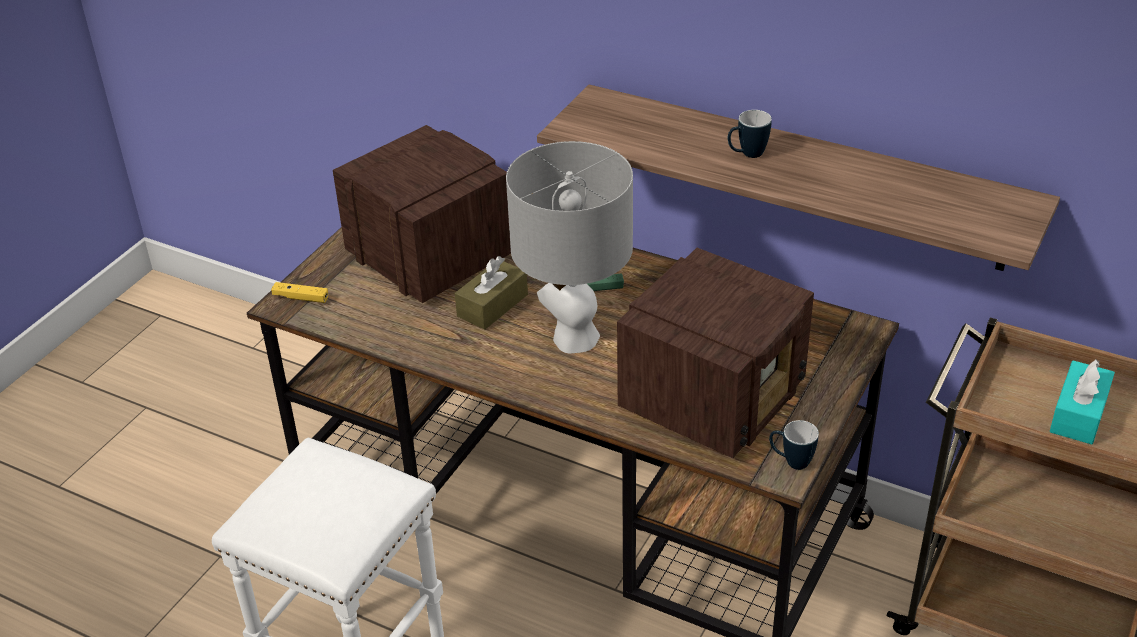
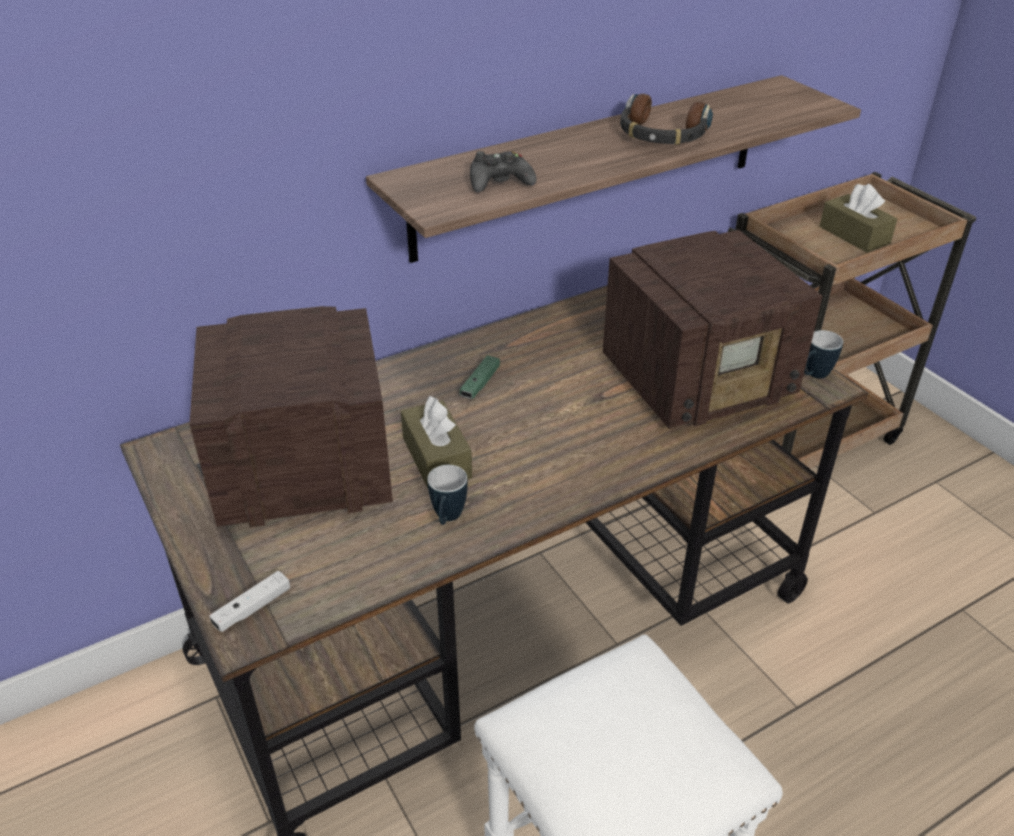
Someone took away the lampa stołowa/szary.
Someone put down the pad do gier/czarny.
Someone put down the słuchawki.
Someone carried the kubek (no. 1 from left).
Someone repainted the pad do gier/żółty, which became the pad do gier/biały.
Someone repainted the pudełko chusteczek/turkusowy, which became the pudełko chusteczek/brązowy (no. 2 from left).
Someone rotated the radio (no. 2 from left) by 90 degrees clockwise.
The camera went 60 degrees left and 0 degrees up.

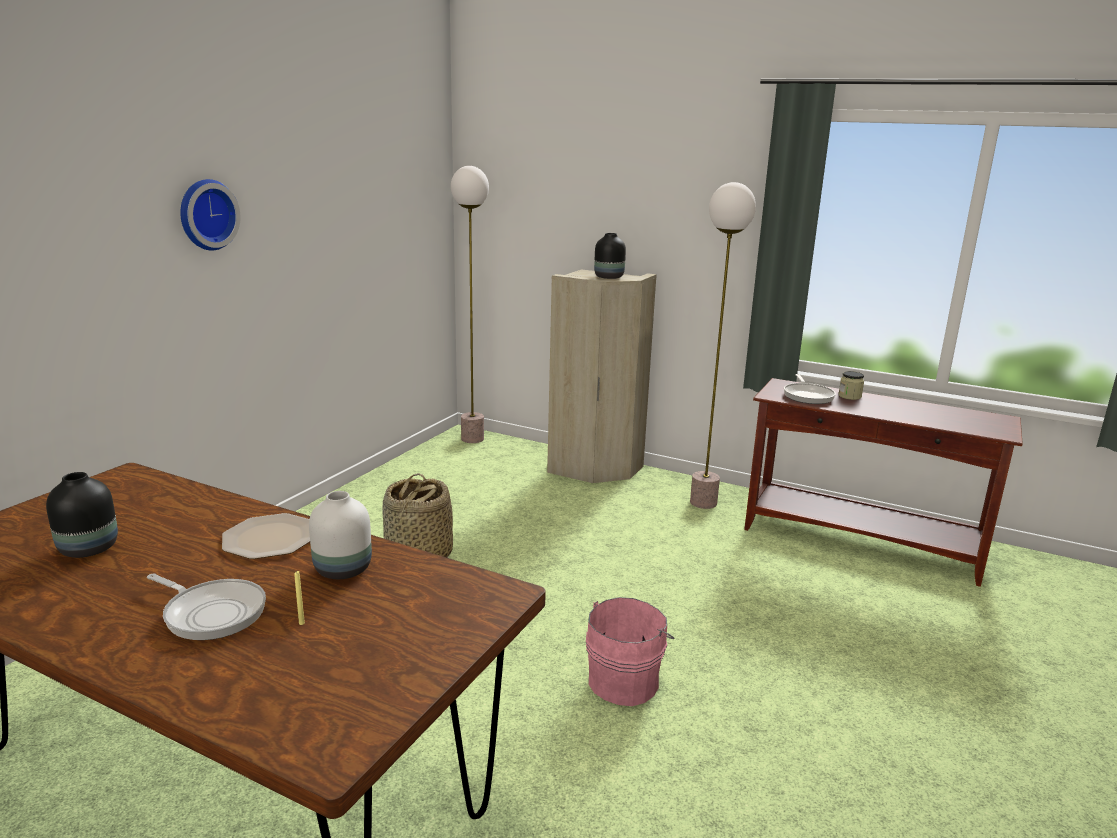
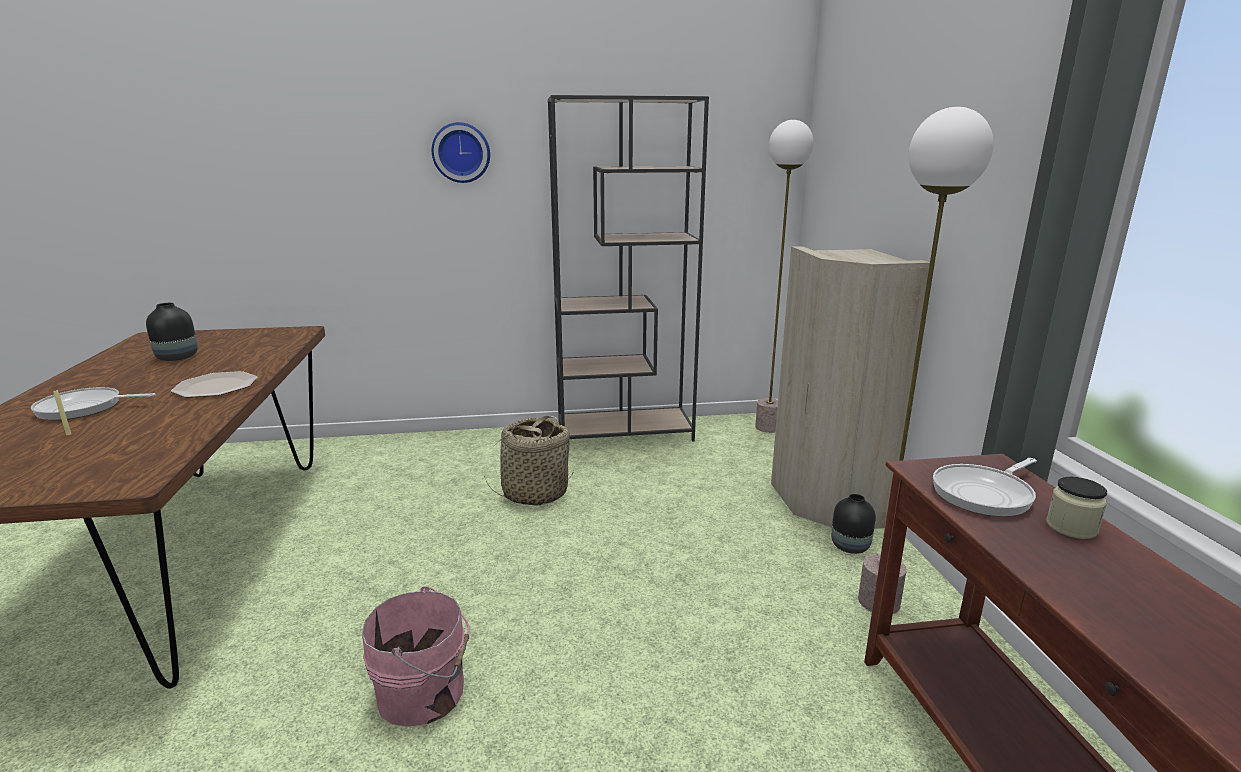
Someone took away the wazon/biały.
Someone put down the regał.
Someone carried the wazon/czarny (no. 2 from left).
Someone rotated the patelnia (no. 1 from left) by 90 degrees clockwise.
The camera went 55 degrees right and 0 degrees up.

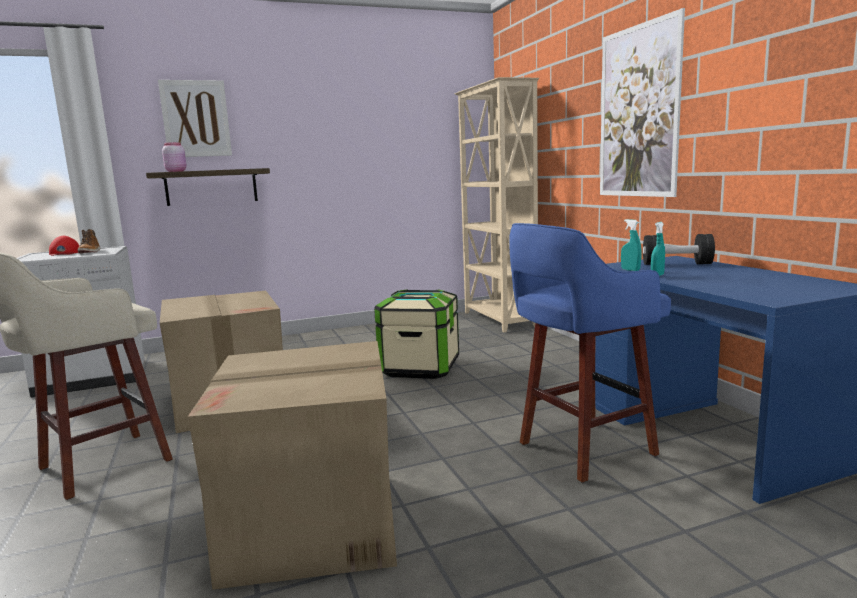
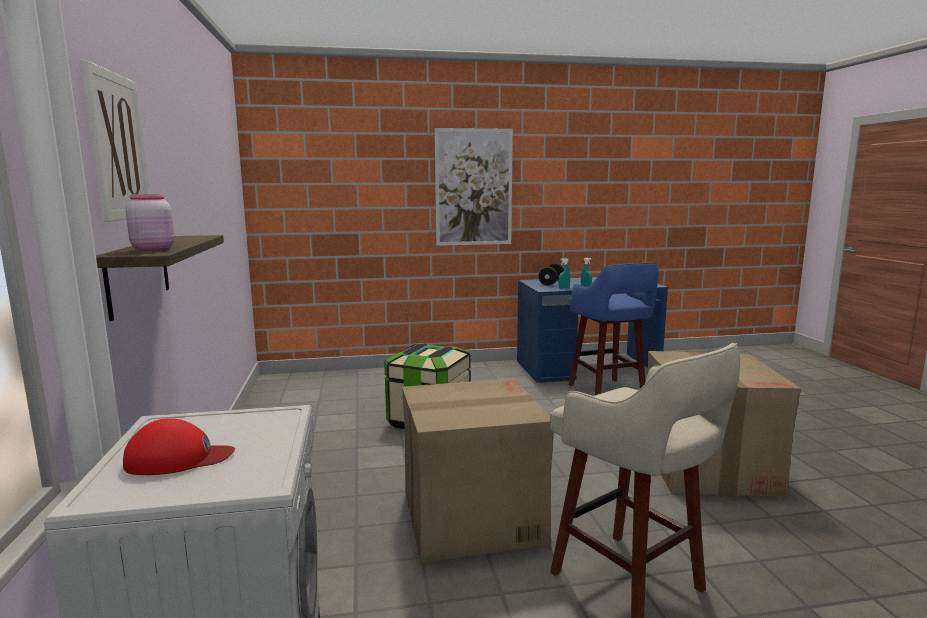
Someone took away the but z cholewką.
Someone took away the regał/beżowy.
The camera went 80 degrees left and 0 degrees up.

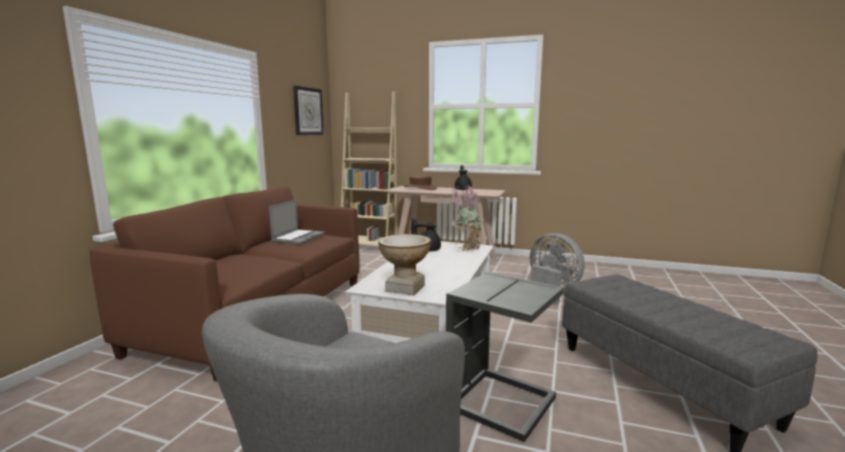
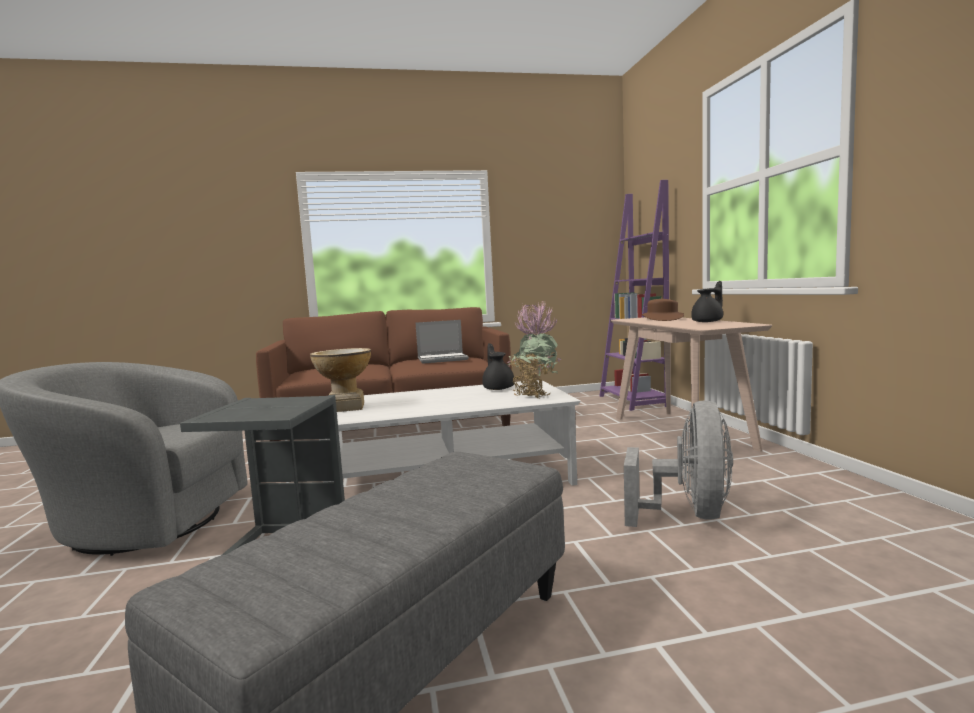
Someone took away the zegar ścienny.
Someone repainted the regał/beżowy, which became the regał/fioletowy.
The camera went 60 degrees right and 5 degrees down.

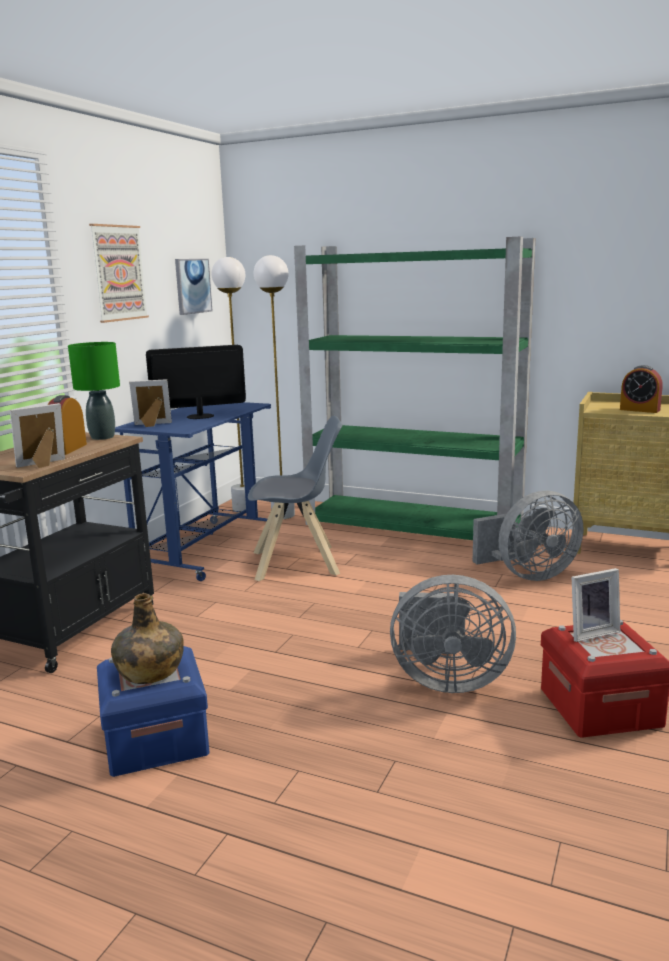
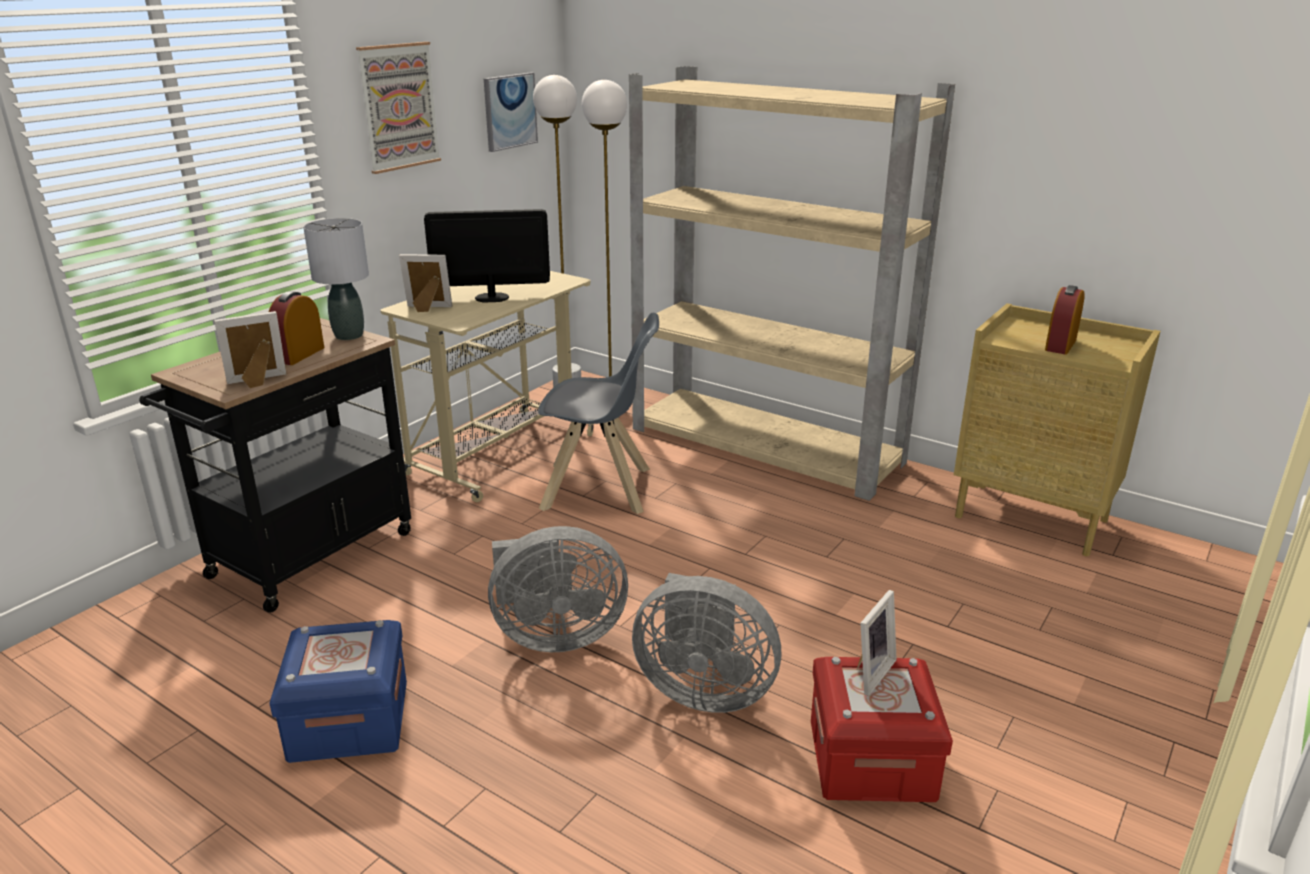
Someone took away the butelka/zielony.
Someone carried the wentylator/szary (no. 2 from left in the first image).
Someone repainted the lampa stołowa/zielony, which became the lampa stołowa/szary.
Someone repainted the biurko/niebieski, which became the biurko/beżowy.
Someone repainted the regał/zielony, which became the regał/beżowy.
Someone rotated the ramka na zdjęcie (no. 3 from left) by 45 degrees counterclockwise.
Someone rotated the budzik (no. 2 from left) by 75 degrees clockwise.
The camera went 10 degrees right and 10 degrees up.

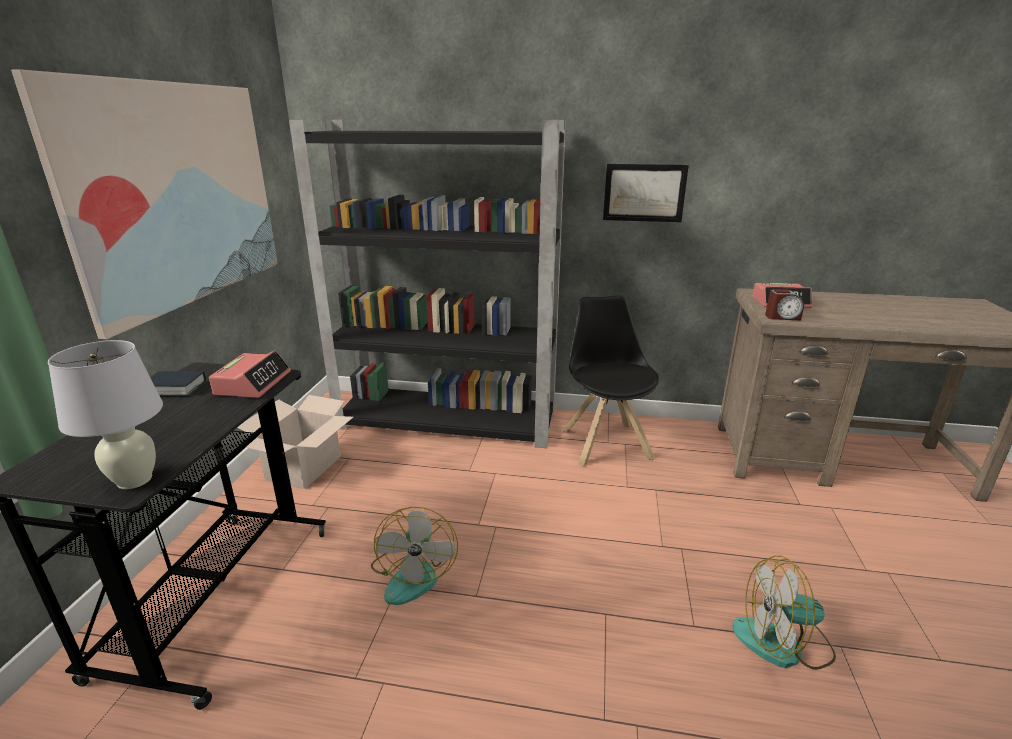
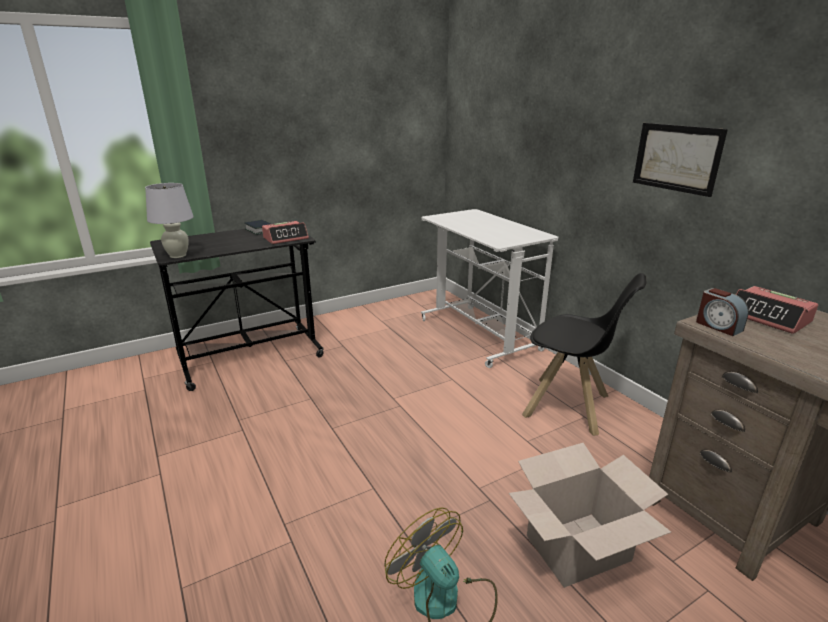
Someone took away the obraz (no. 1 from left).
Someone took away the wentylator (no. 1 from left).
Someone carried the karton.
Someone swapped the regał/czarny for the biurko/biały.
Someone rotated the krzesło/czarny by 75 degrees clockwise.
The camera went 50 degrees right and 0 degrees up.

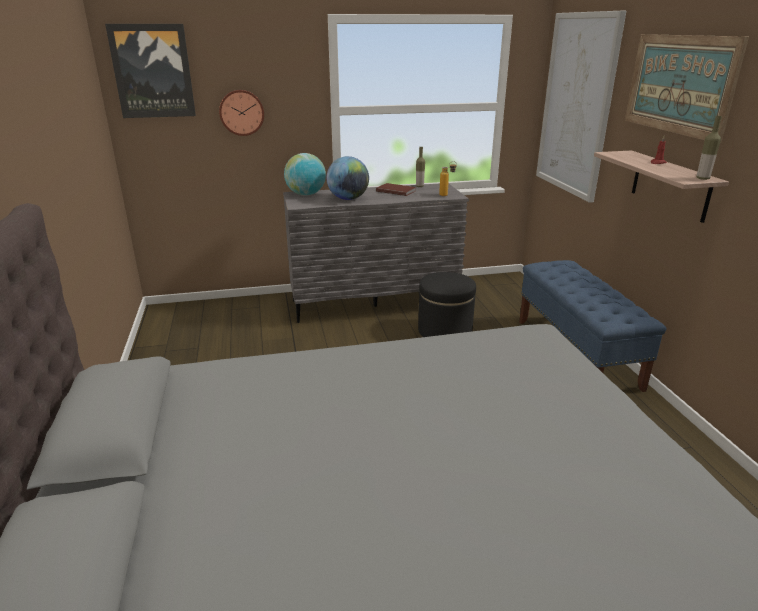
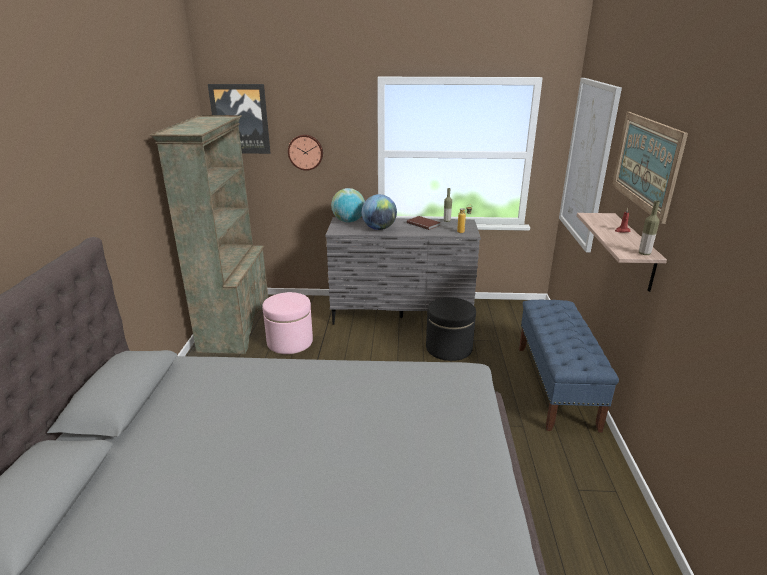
Someone put down the regał/zielony.
Someone put down the pufa/różowy.
The camera went 15 degrees right and 0 degrees up.

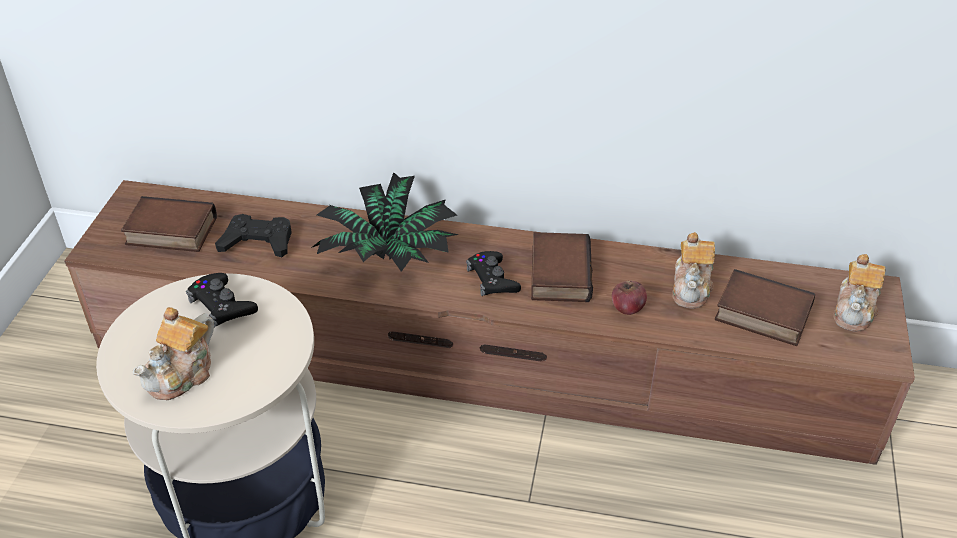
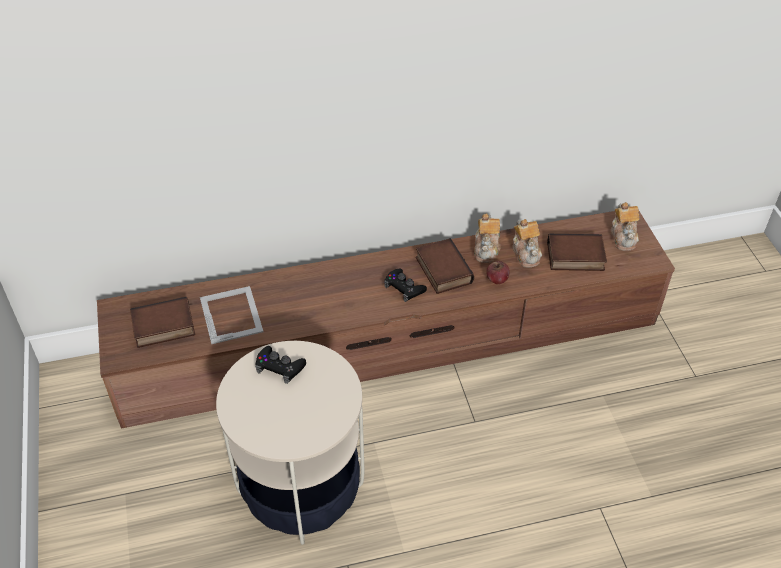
Someone took away the roślina doniczkowa.
Someone carried the imbryk (no. 1 from left).
Someone swapped the pad do gier/czarny (no. 2 from left) for the ramka na zdjęcie.
The camera went 25 degrees left and 5 degrees up.

